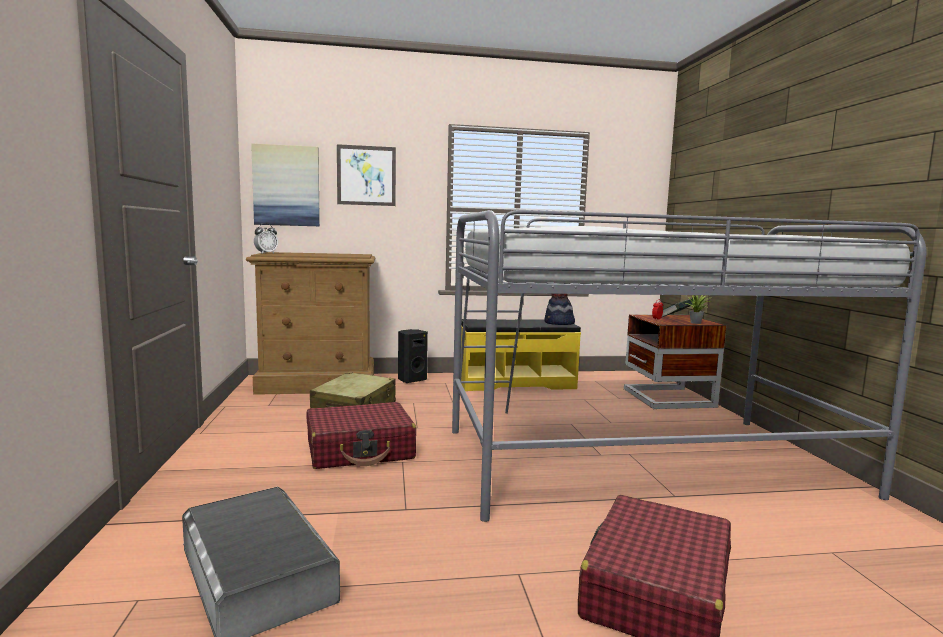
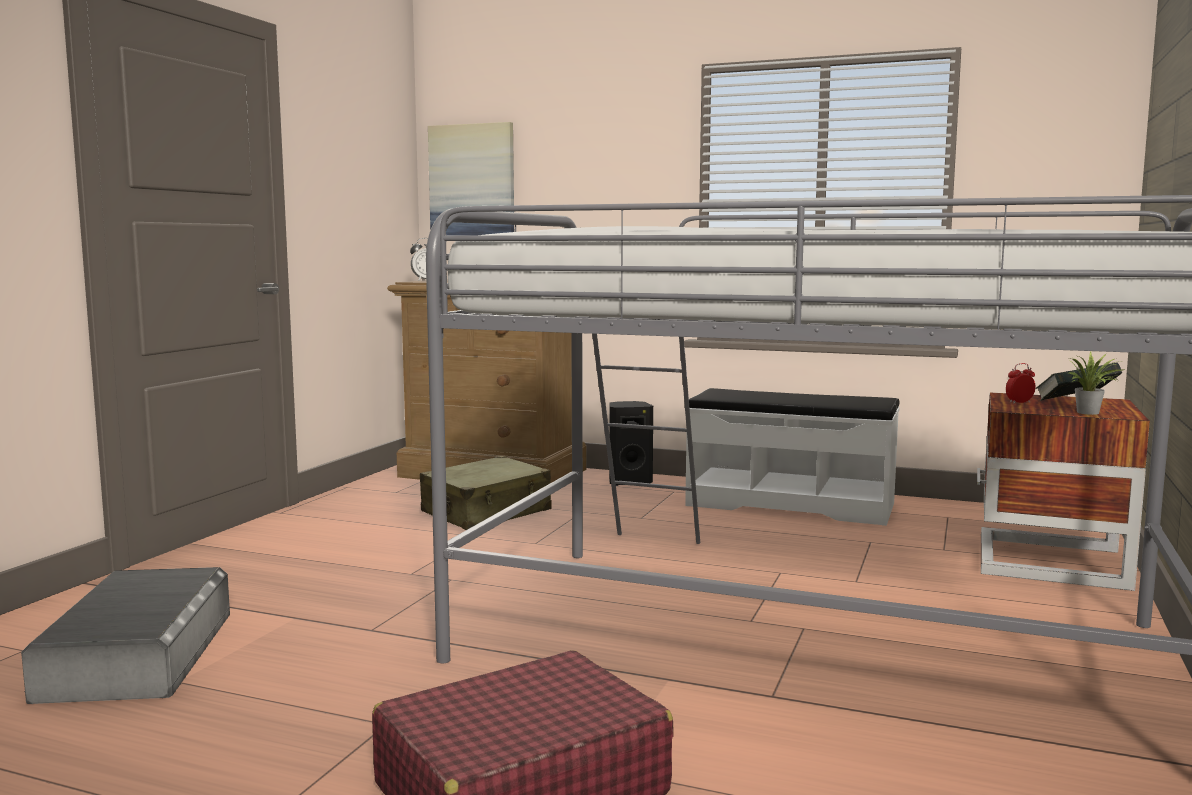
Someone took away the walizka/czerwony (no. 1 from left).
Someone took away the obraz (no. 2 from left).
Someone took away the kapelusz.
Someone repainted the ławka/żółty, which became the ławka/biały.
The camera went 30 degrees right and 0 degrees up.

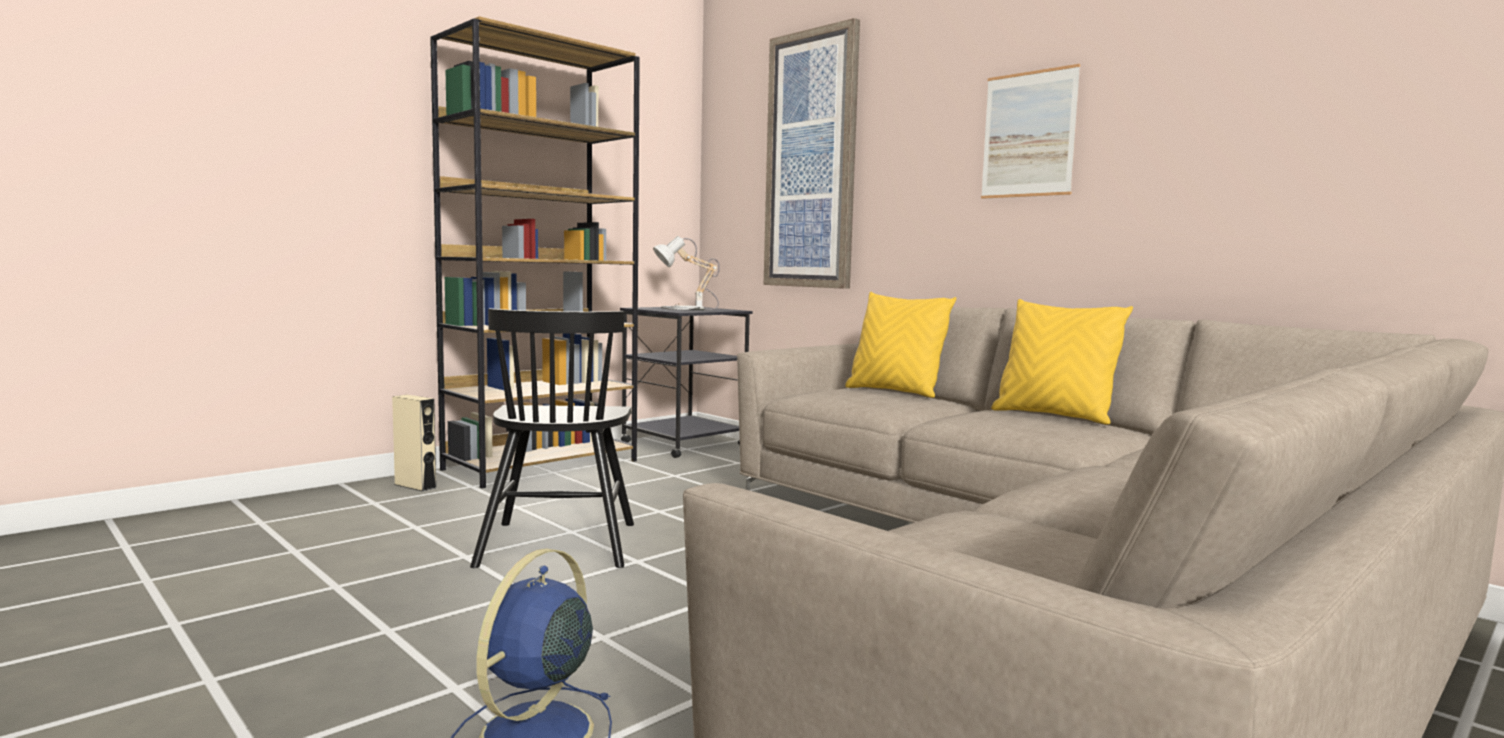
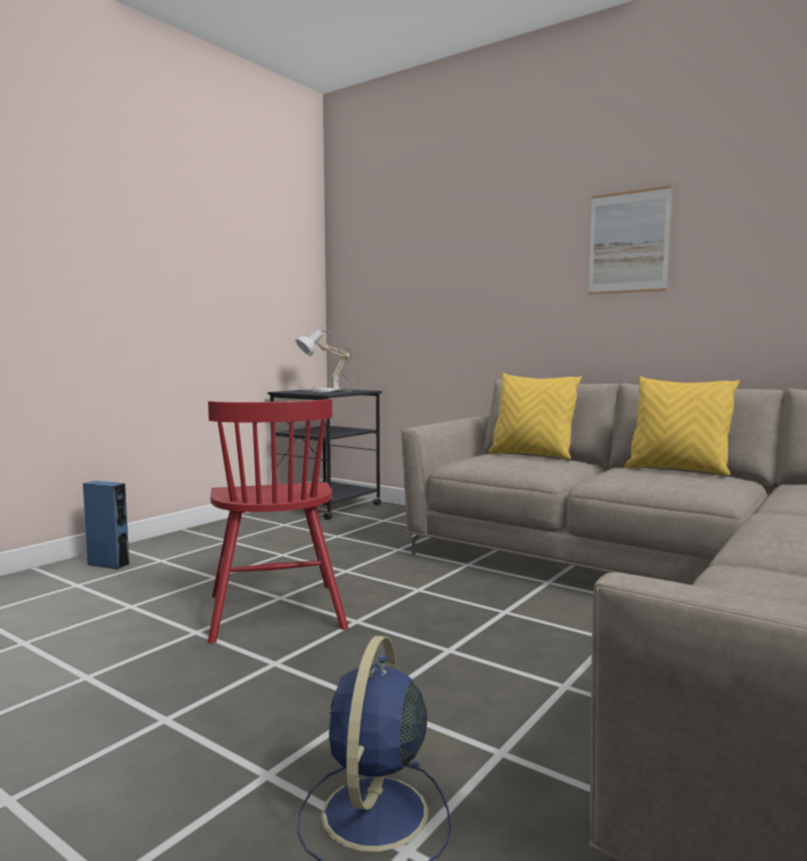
Someone took away the regał/brązowy.
Someone took away the obraz (no. 1 from left).
Someone repainted the głośnik/beżowy, which became the głośnik/niebieski.
Someone repainted the krzesło/czarny, which became the krzesło/czerwony.
The camera went 10 degrees left and 0 degrees up.

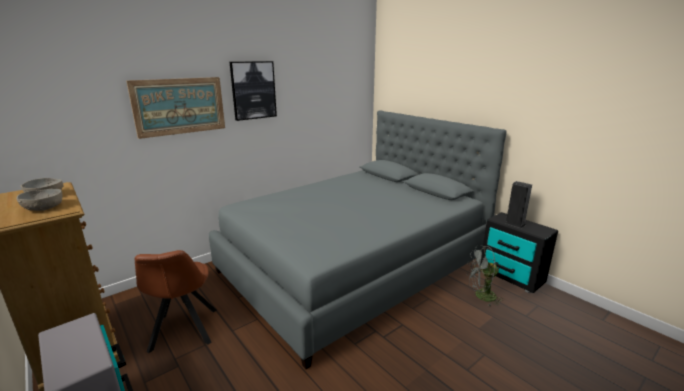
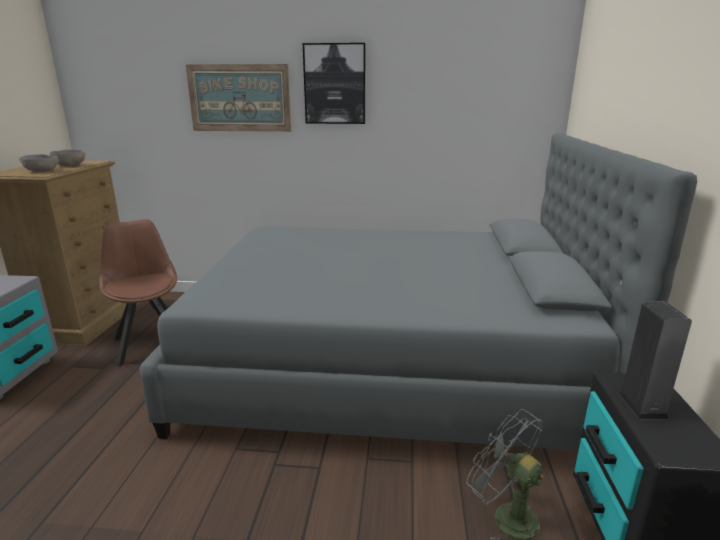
Someone rotated the krzesło/brązowy by 120 degrees clockwise.
The camera went 45 degrees right and 0 degrees up.

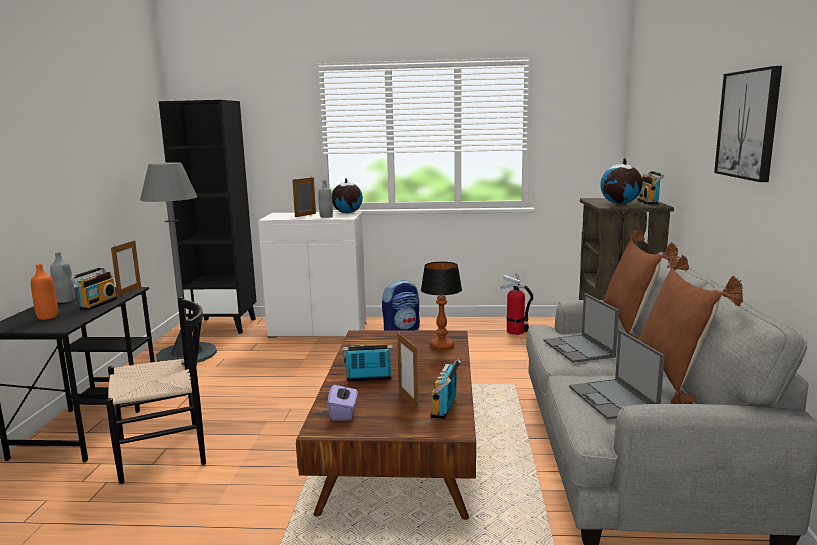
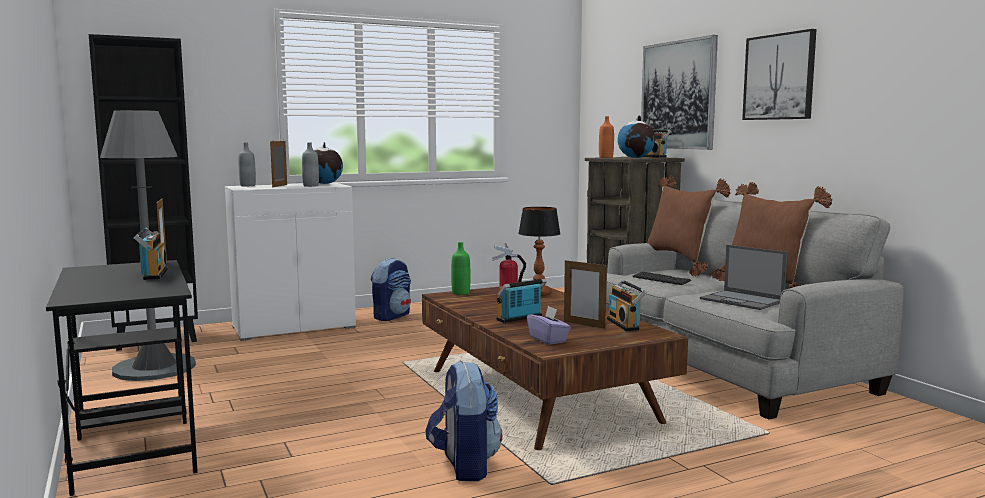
Someone took away the krzesło/czarny.
Someone put down the plecak (no. 2 from left).
Someone put down the butelka/zielony.
Someone put up the obraz (no. 1 from left).
Someone carried the butelka/pomarańczowy.
Someone carried the butelka/szary (no. 1 from left).
Someone swapped the laptop (no. 1 from left) for the klawiatura.
The camera went 30 degrees left and 5 degrees down.

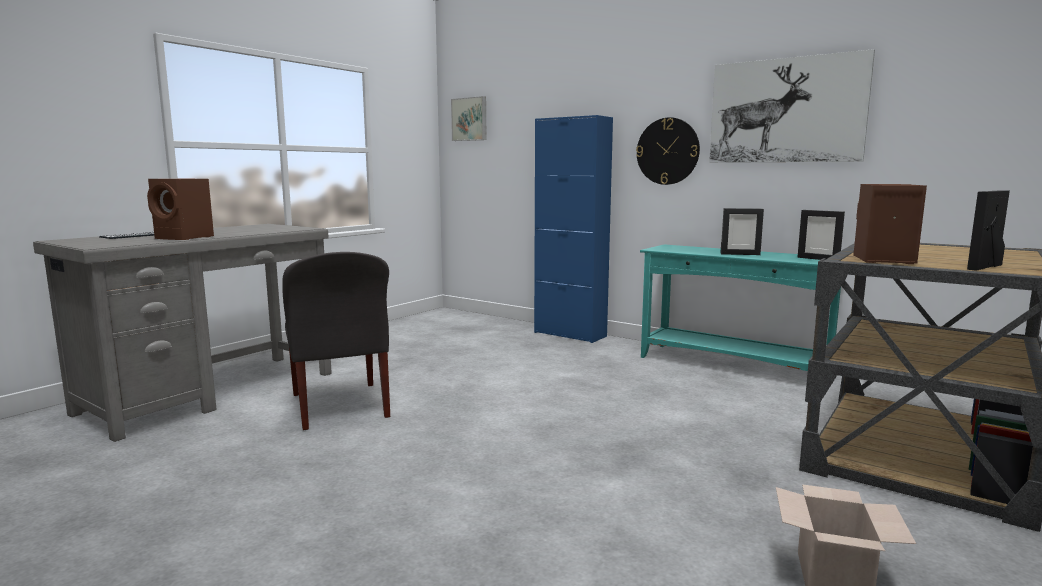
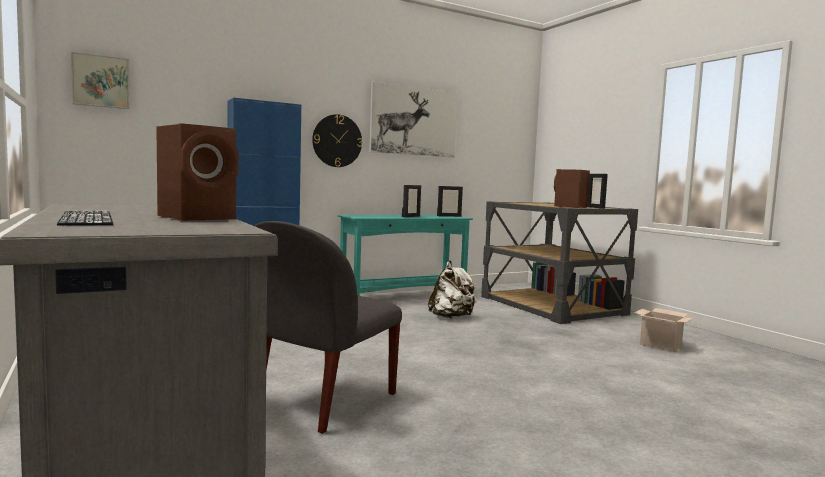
Someone put down the plecak/biały.
Someone rotated the krzesło/szary by 120 degrees clockwise.
The camera went 65 degrees left and 5 degrees down.

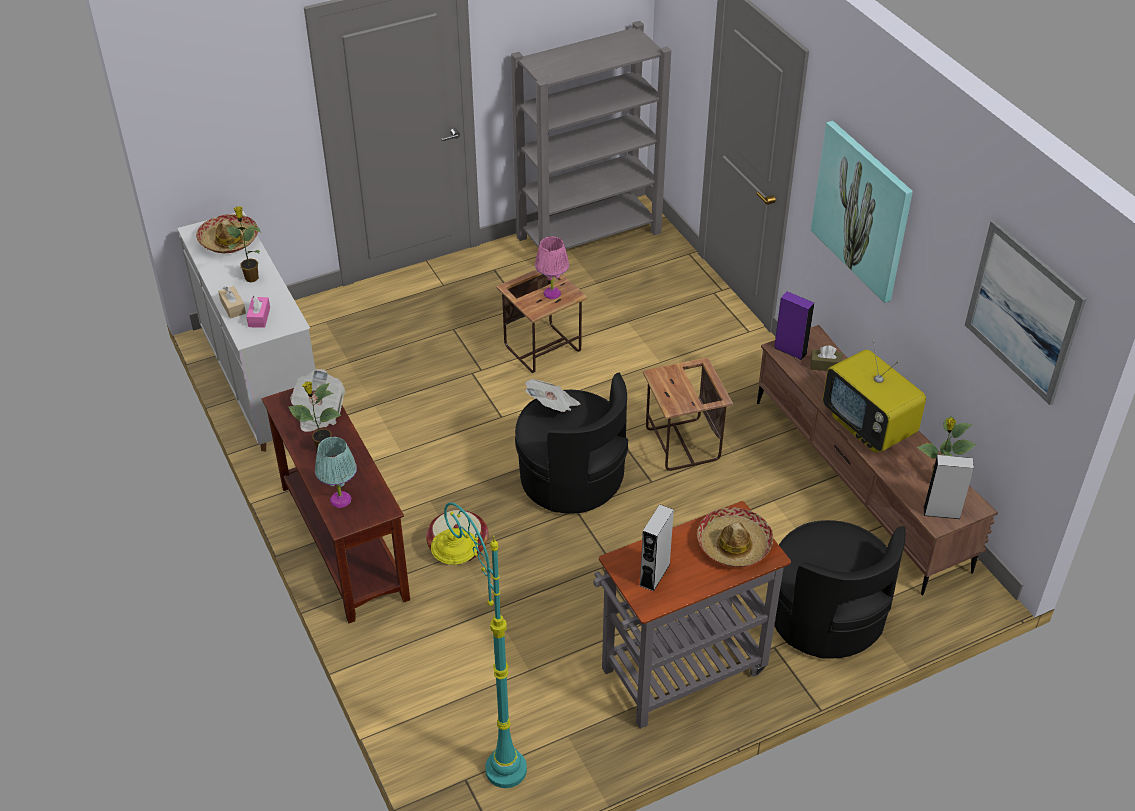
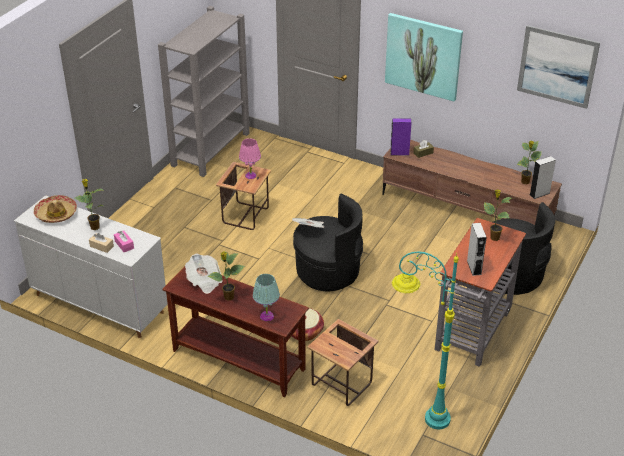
Someone took away the telewizor.
Someone carried the stolik (no. 2 from left).
Someone swapped the kapelusz (no. 2 from left) for the roślina doniczkowa (no. 3 from left).
The camera went 35 degrees left and 5 degrees down.

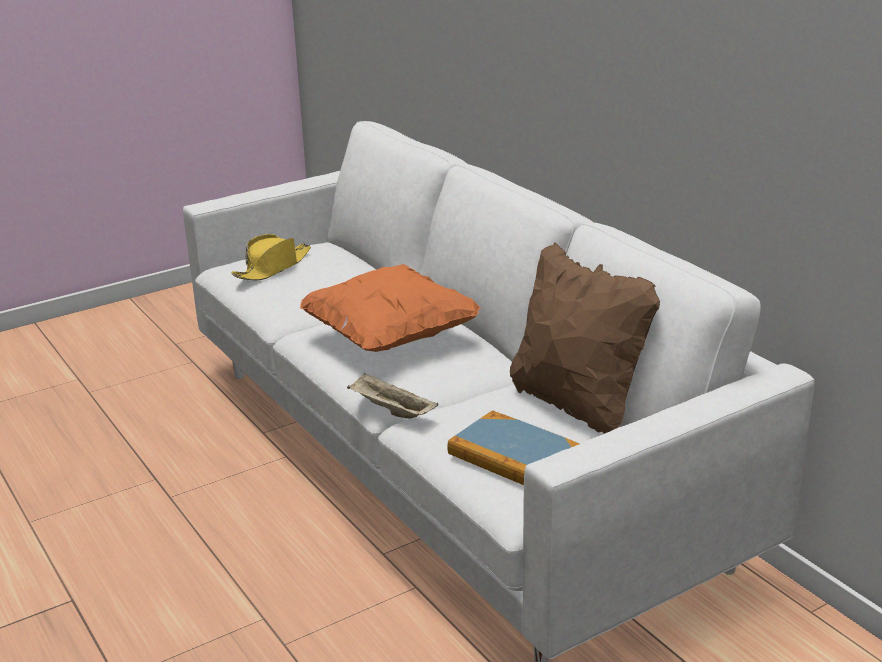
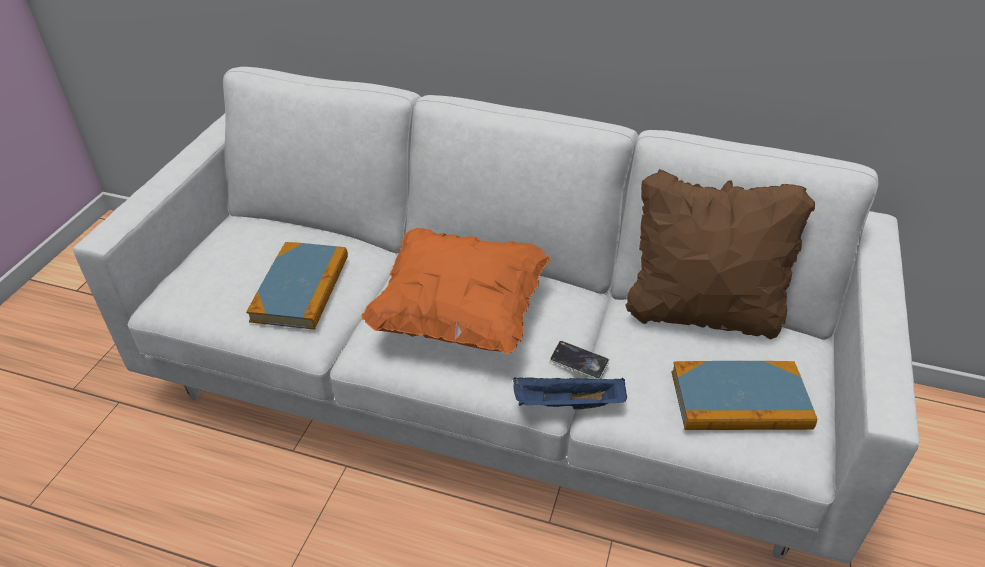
Someone took away the kapelusz/żółty.
Someone put down the książka (no. 1 from left).
Someone put down the telefon.
Someone repainted the taca/beżowy, which became the taca/niebieski.
The camera went 40 degrees left and 15 degrees up.

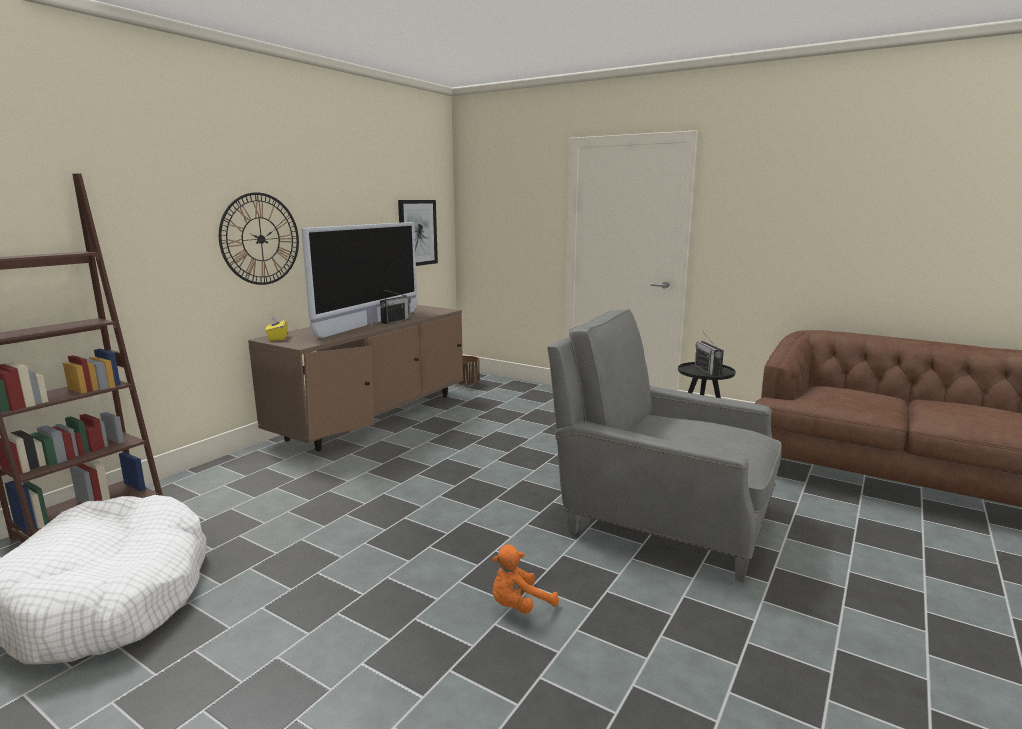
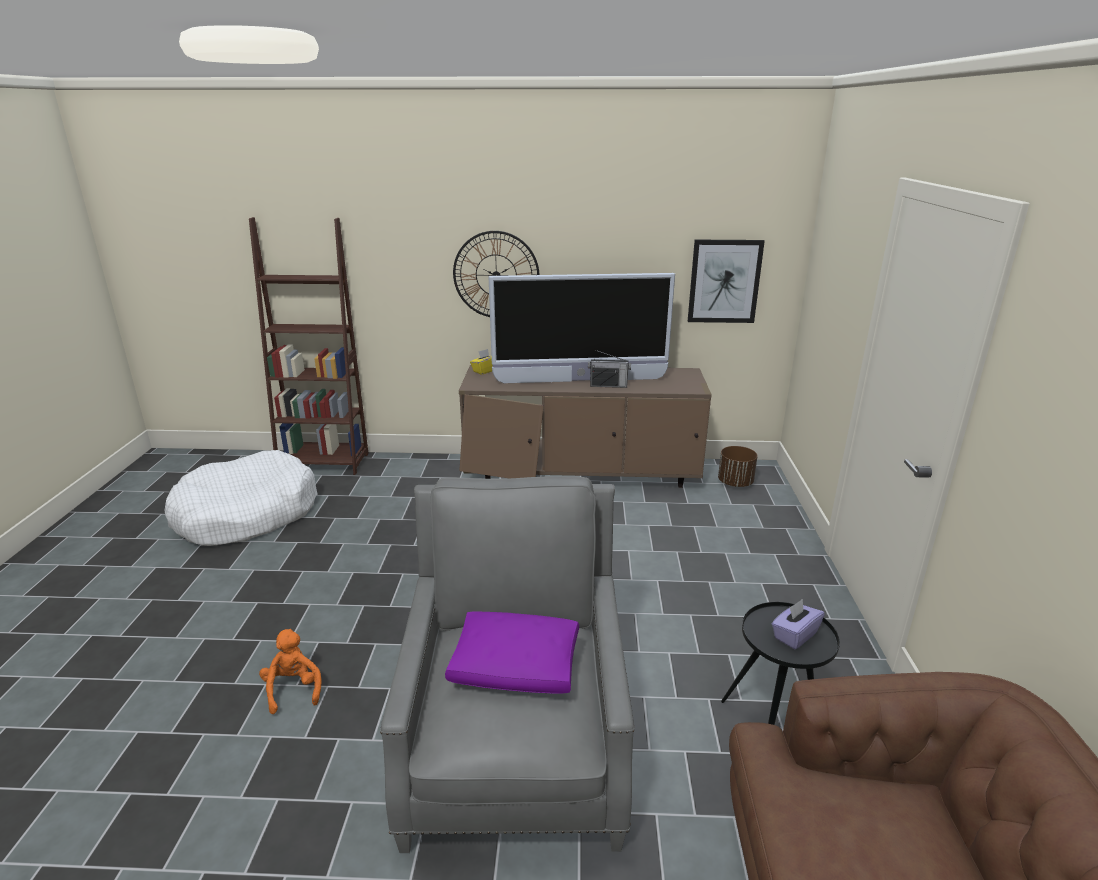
Someone put down the poduszka/fioletowy.
Someone swapped the radio (no. 2 from left) for the pudełko chusteczek/fioletowy.
Someone rotated the pluszak/pomarańczowy by 45 degrees clockwise.
The camera went 60 degrees right and 10 degrees up.

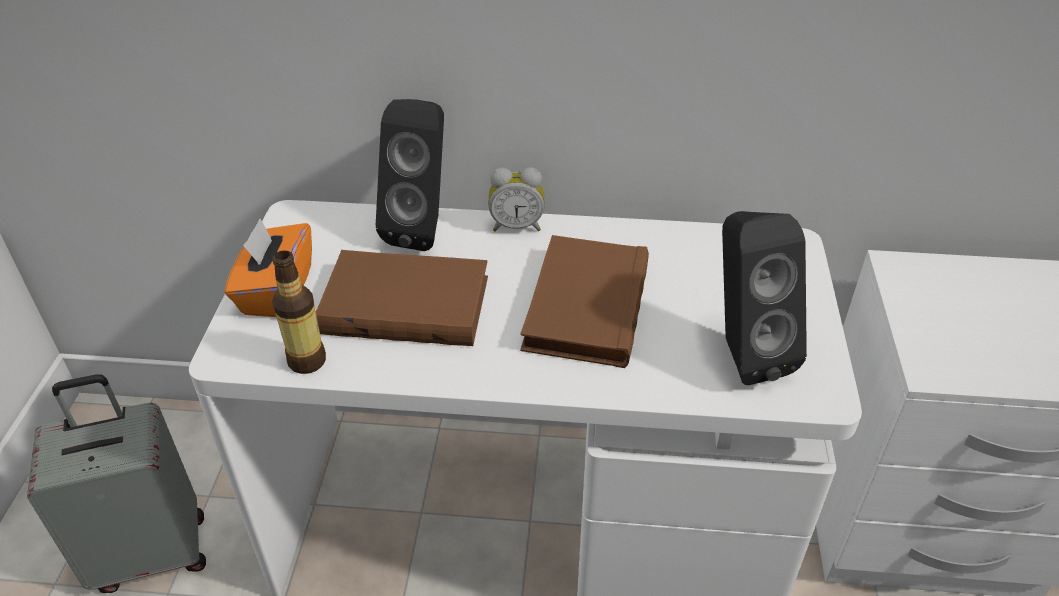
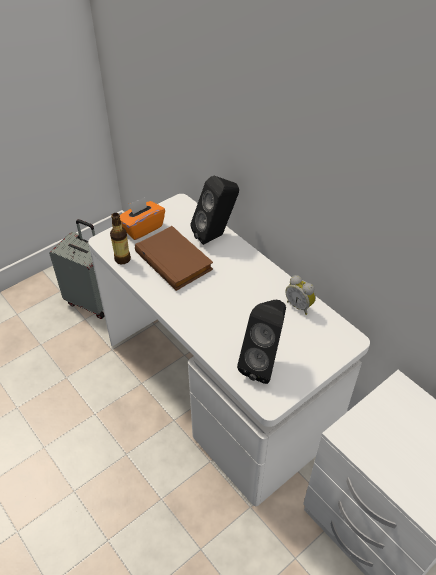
Someone took away the książka/brązowy (no. 2 from left).
Someone carried the budzik.
The camera went 45 degrees right and 5 degrees up.

